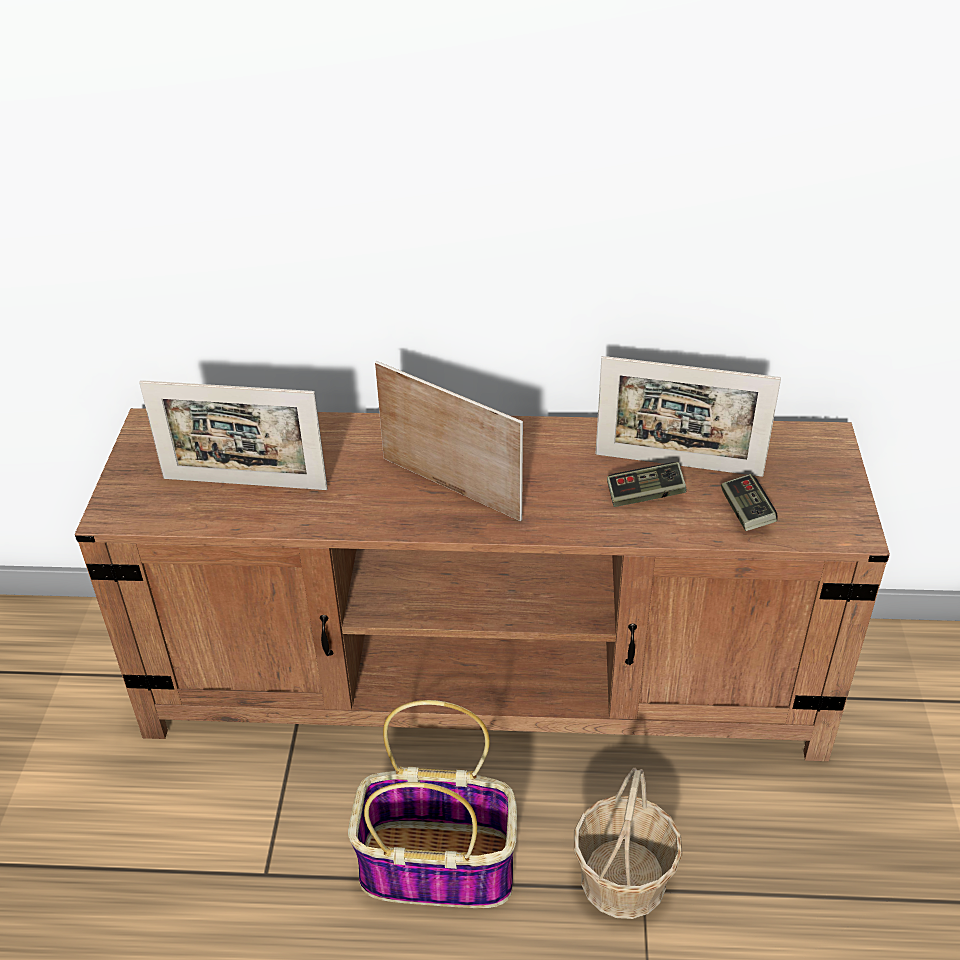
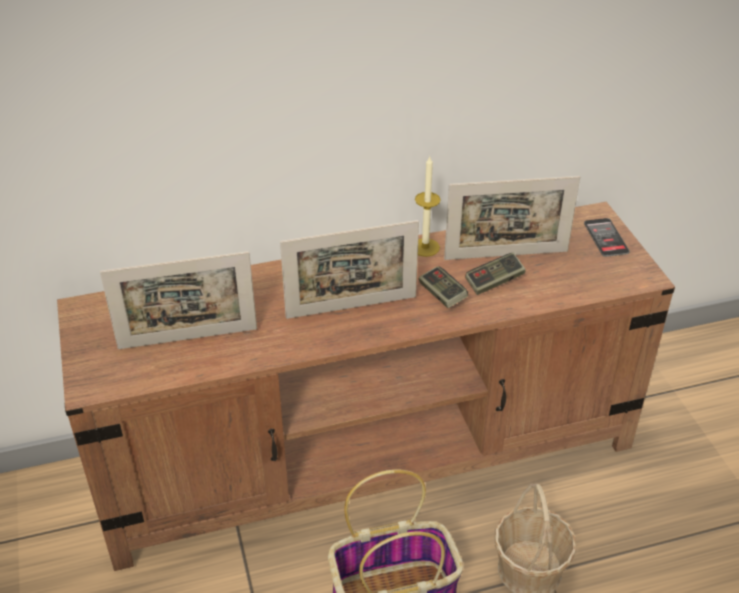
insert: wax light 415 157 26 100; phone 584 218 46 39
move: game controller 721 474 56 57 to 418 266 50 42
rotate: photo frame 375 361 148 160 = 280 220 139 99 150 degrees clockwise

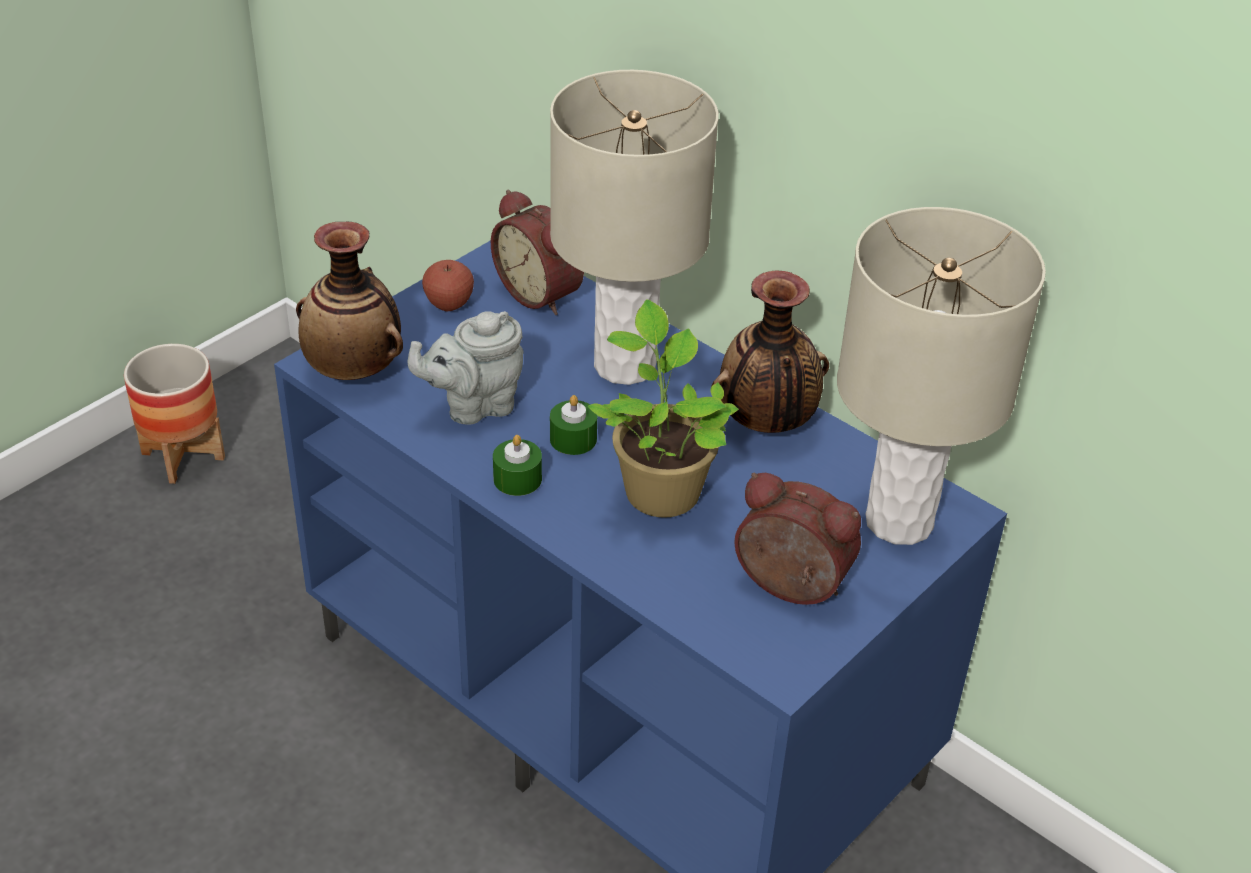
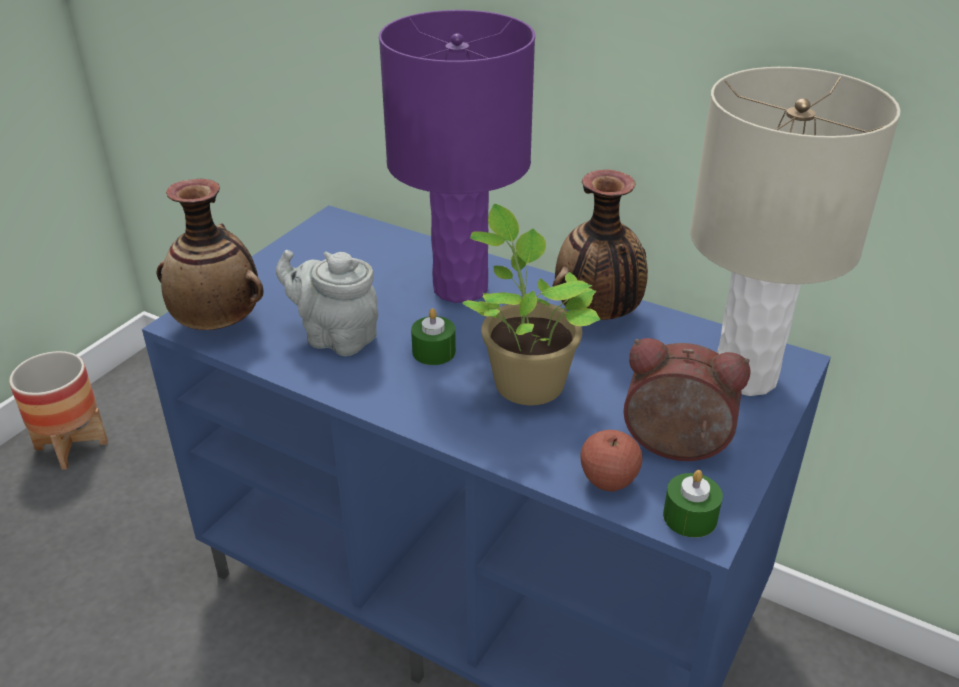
delete: bedside clock 491 189 93 126
move: apple fruit 422 260 52 52 to 580 430 62 62; wax light/green-coloured 493 435 49 61 to 663 470 60 68
recolor: tabletop lamp/sand-coloured 550 70 169 315 to tabletop lamp/purplish 379 10 156 293
rotate: tea pot/greyish 407 311 117 114 = 276 250 103 106 60 degrees clockwise

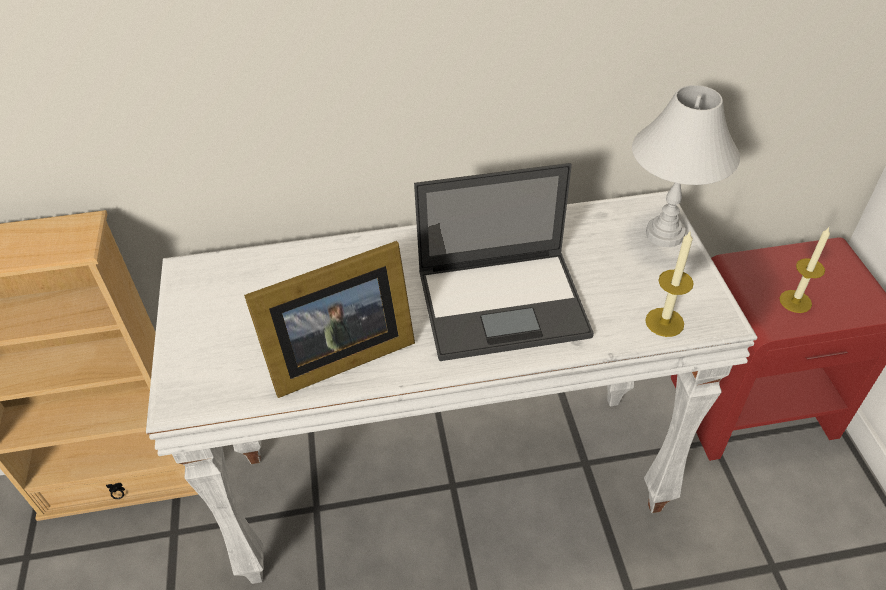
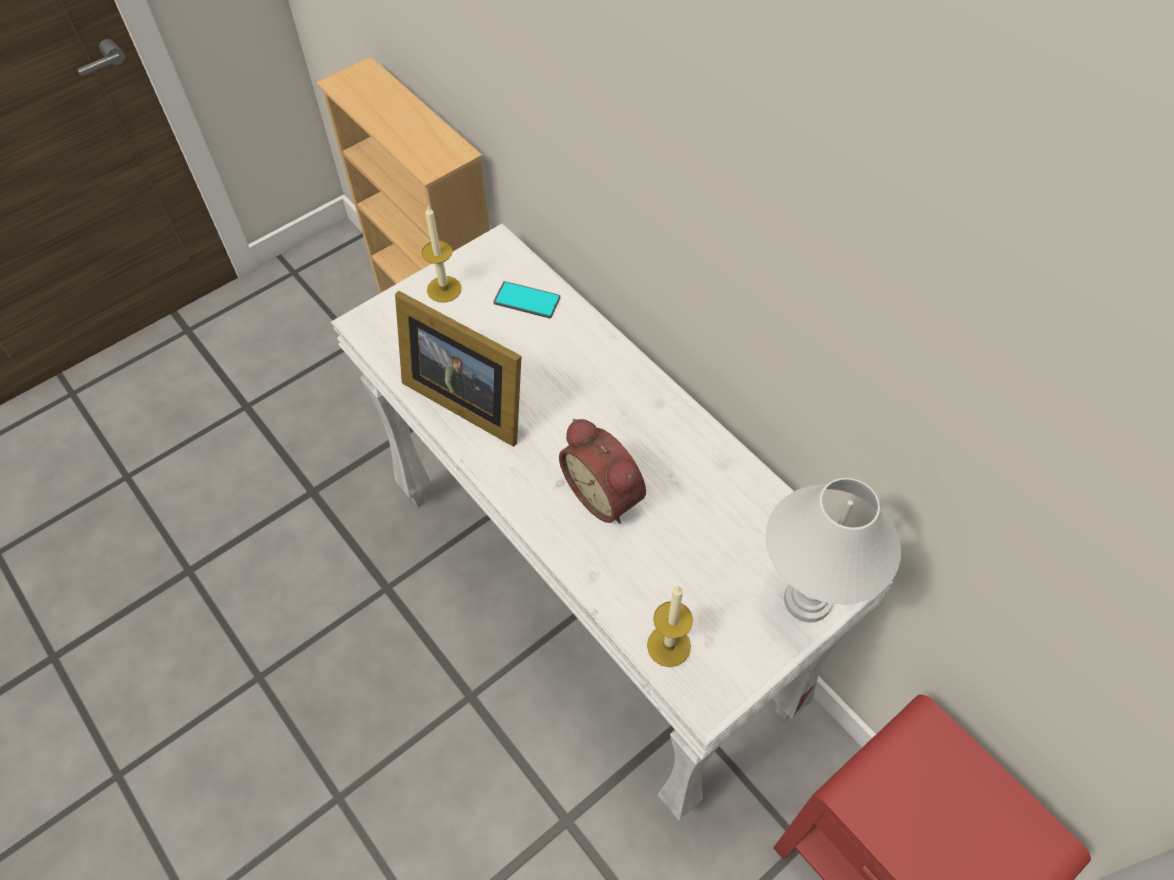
insert: phone 493 281 67 37
move: wax light 779 228 51 85 to 421 206 41 96
replace: portable computer 414 163 180 198 to bedside clock 559 419 87 105

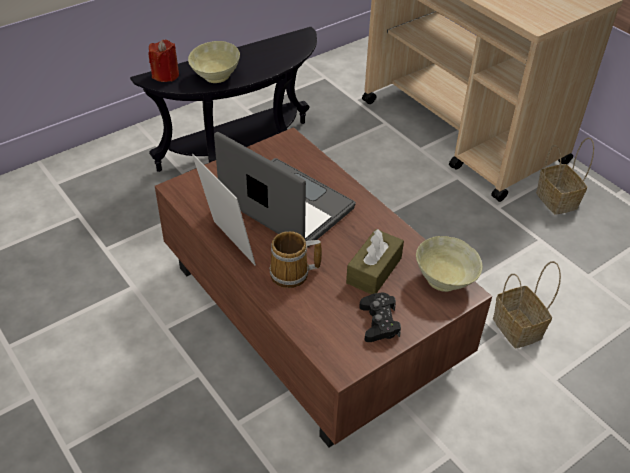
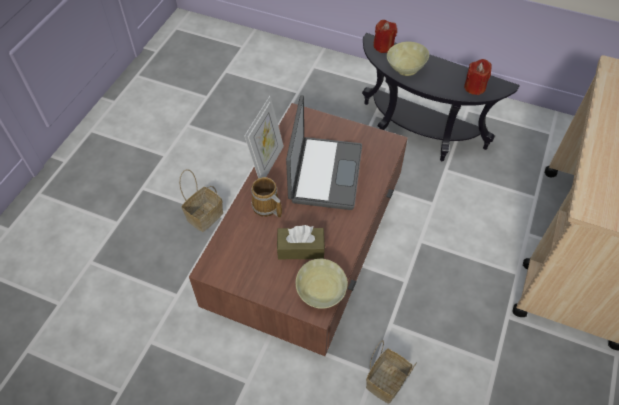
delete: game controller/blackish 359 292 42 50
insert: wax light/reddish 464 59 27 36
move: storage basket 536 137 58 78 to 179 169 44 63

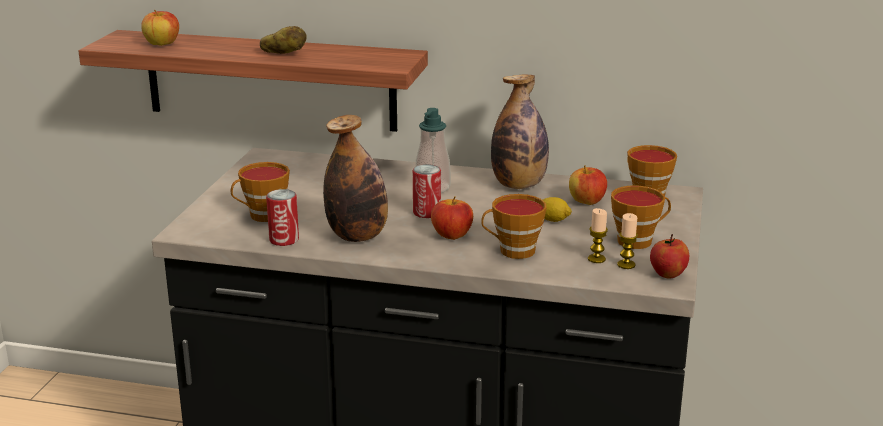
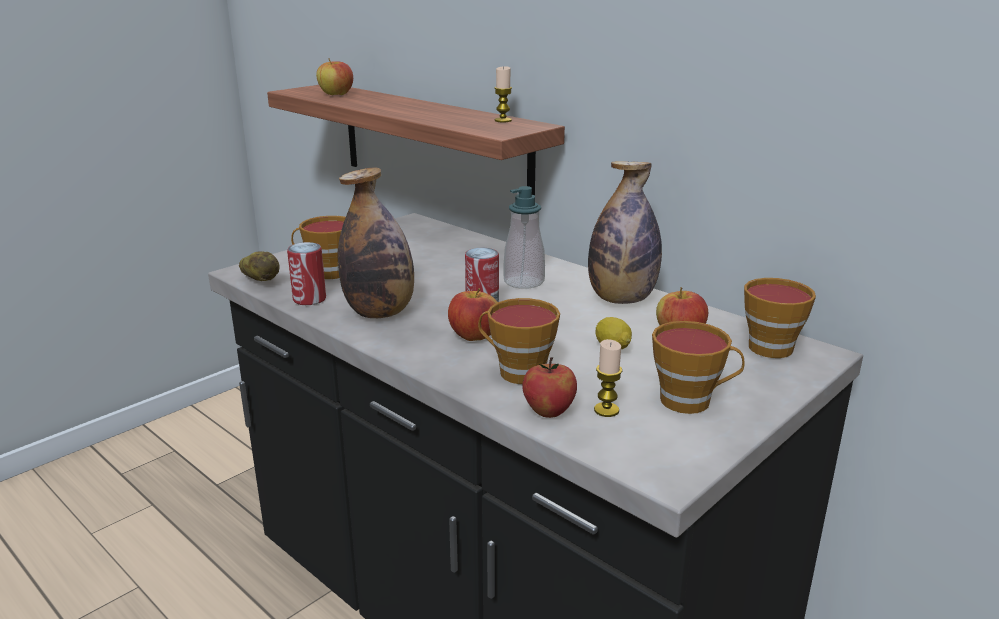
move: potato 260 26 47 28 to 239 251 41 30; wax light 617 213 21 56 to 494 66 18 56; apple fruit 650 234 39 45 to 522 357 55 61

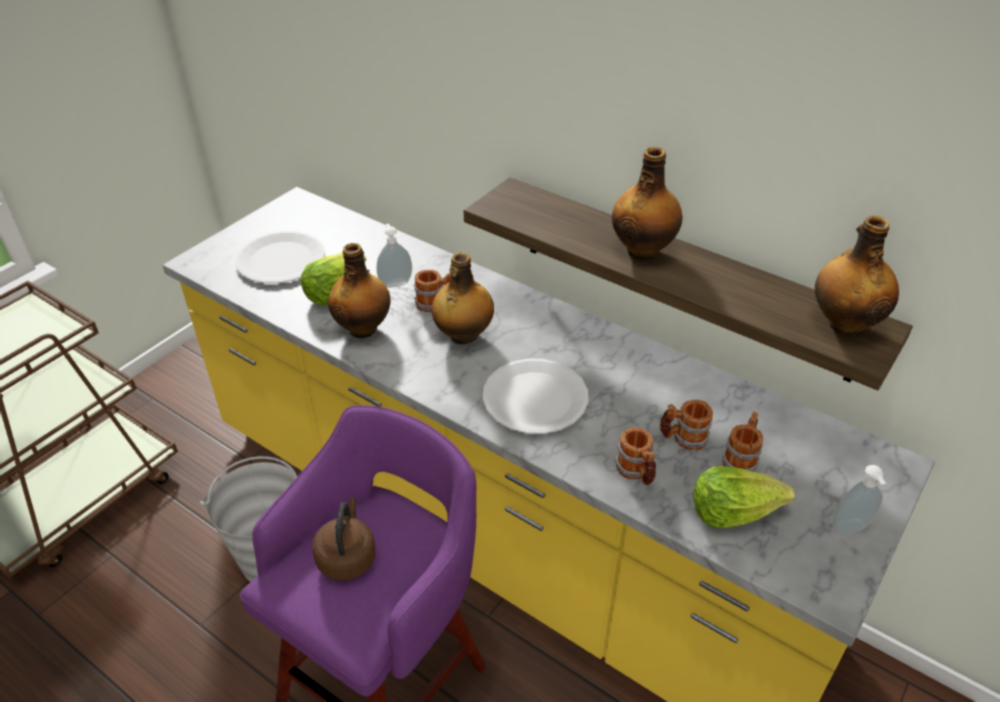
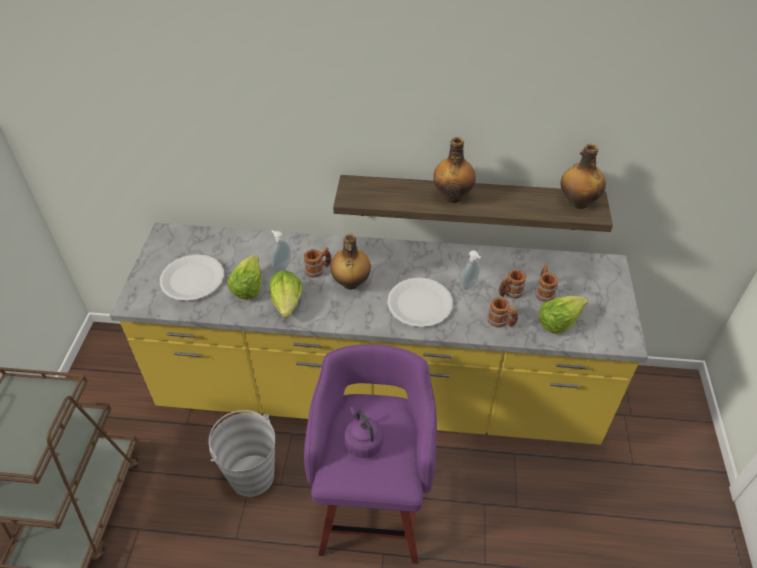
move: liquid soap bottle 832 465 54 69 to 461 250 20 40
replace: beverage bottle 328 243 62 95 to head of lettuce 270 270 32 48
recolor: tea kettle/brownish 313 497 63 84 to tea kettle/purplish 345 406 38 52

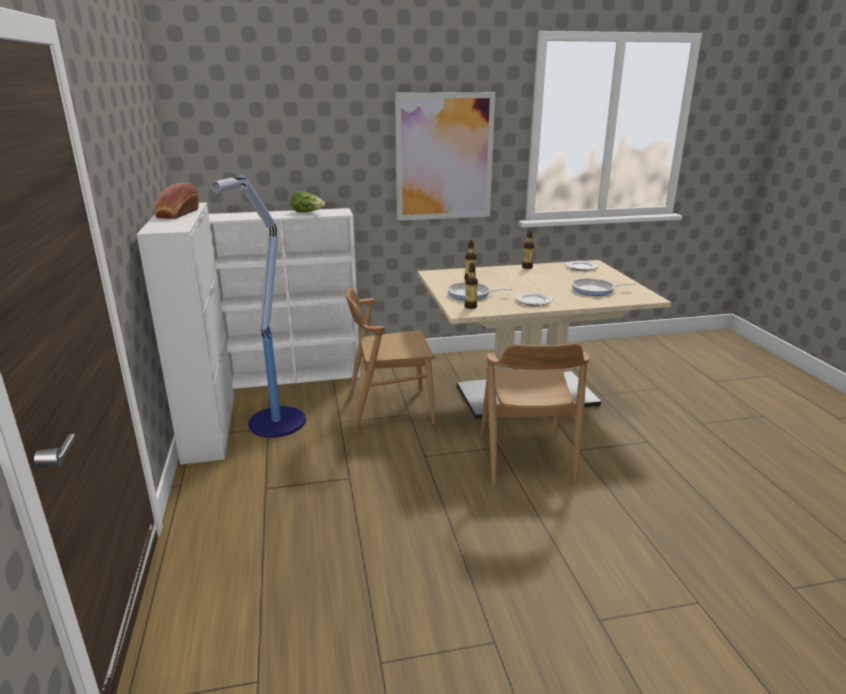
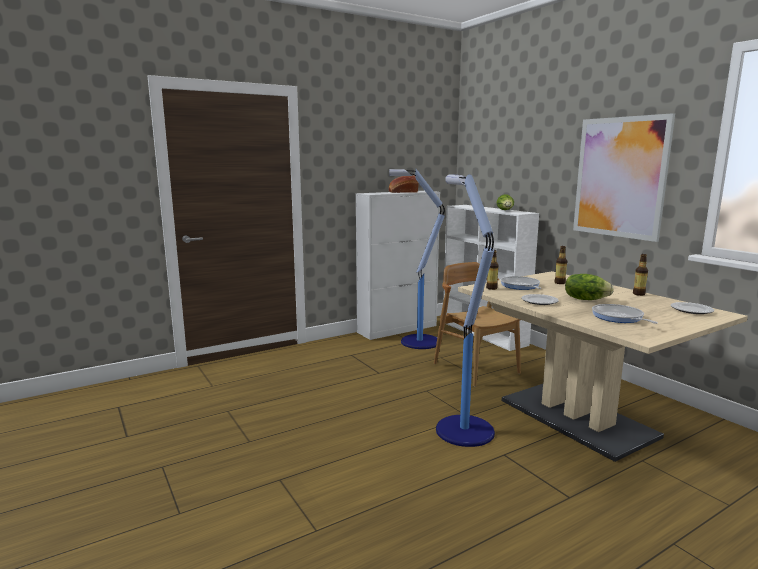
insert: head of lettuce 565 274 49 26
replace: plain chair/brownish 480 343 110 143 to standard lamp 436 174 59 273

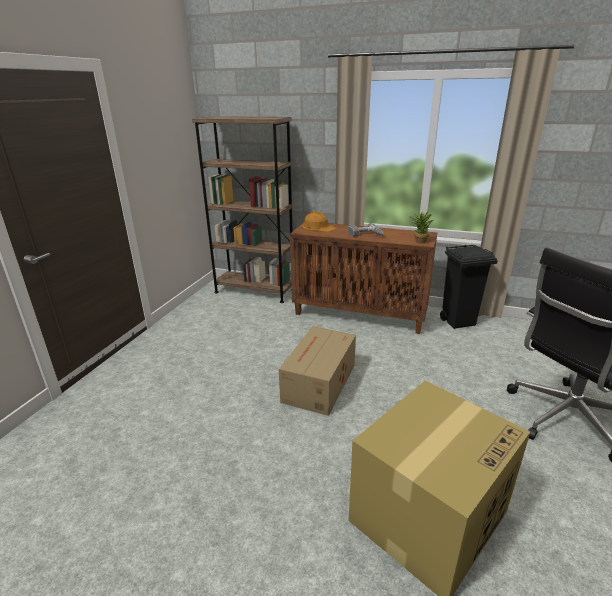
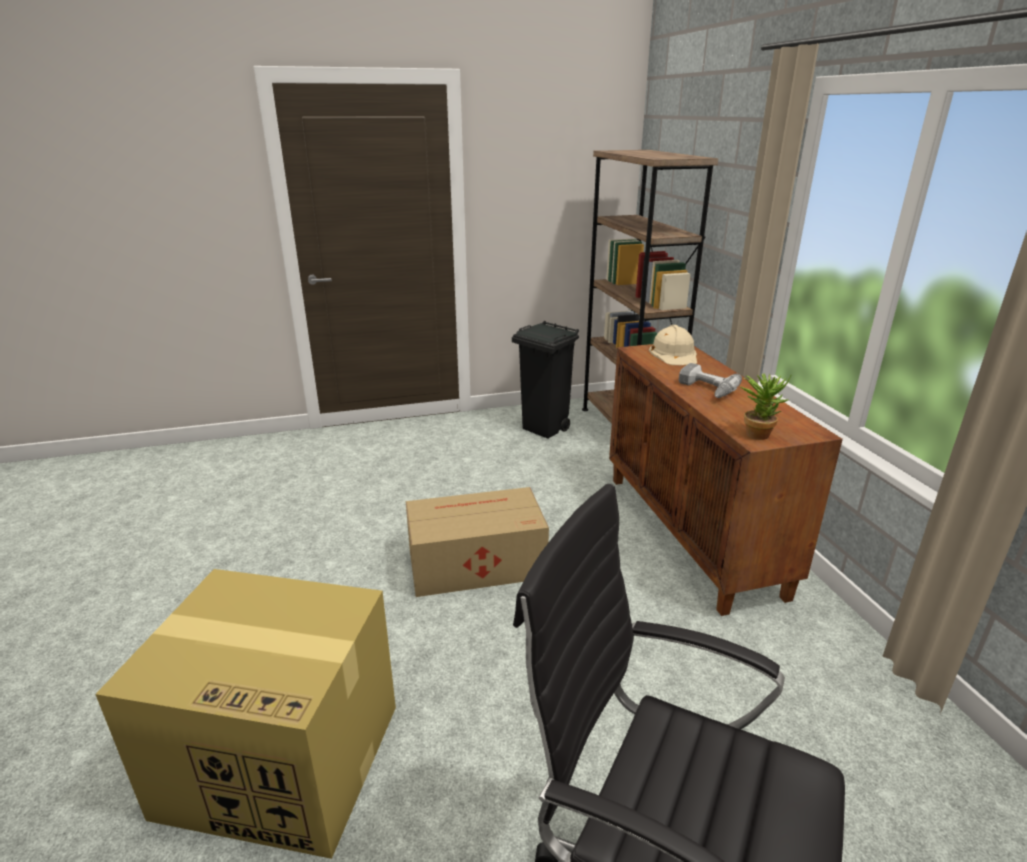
move: rubbish bin/blackish 440 245 58 84 to 512 321 67 118
recolor: work helmet/orange-coloured 302 211 34 21 to work helmet/sand-coloured 649 325 48 41

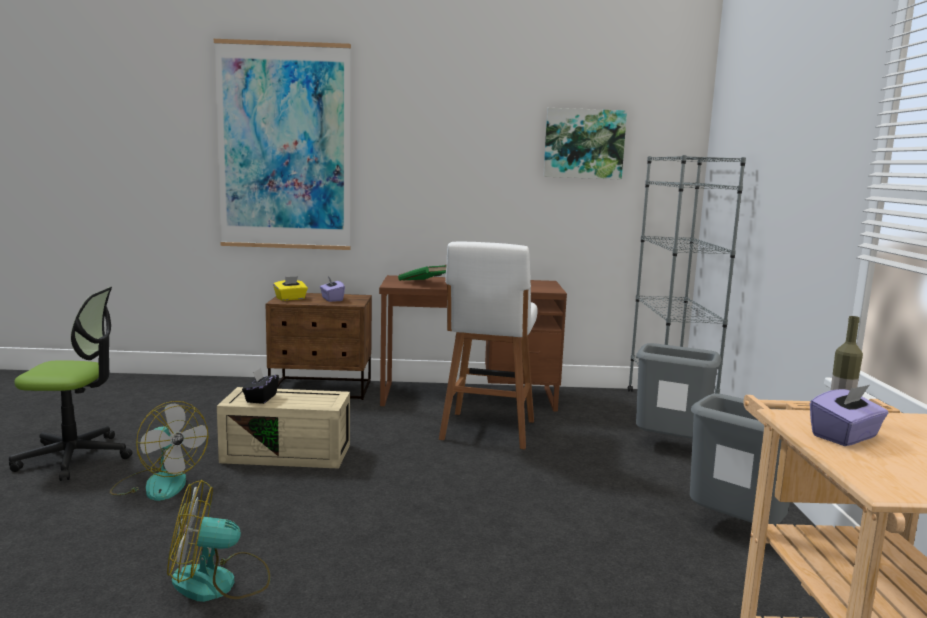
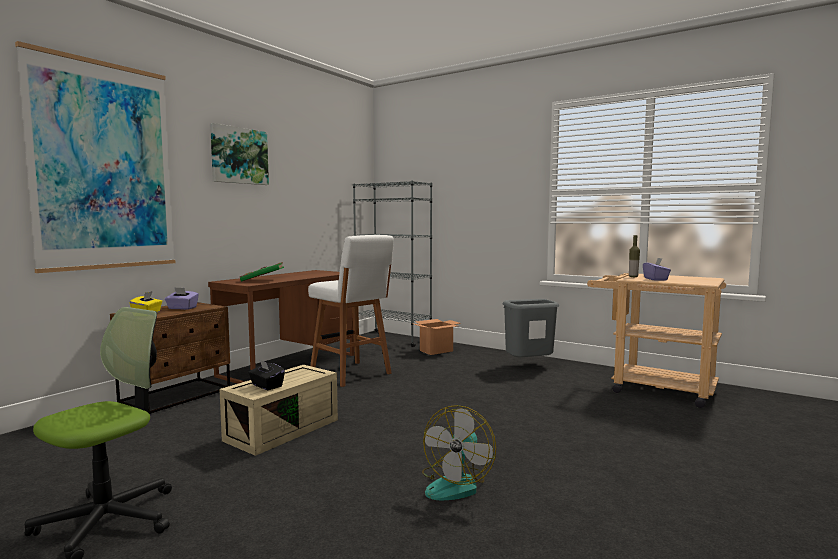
delete: cooling fan 110 401 99 100
move: picture 543 108 84 72 to 210 123 59 62
replace: rubbish bin/greyish 636 343 86 96 to packing box 414 319 46 36

